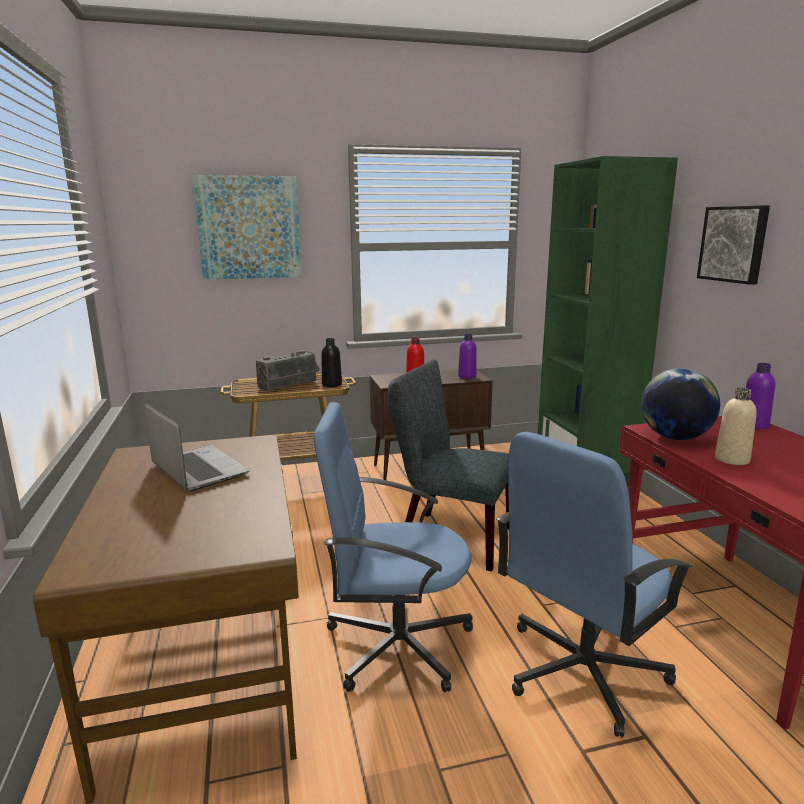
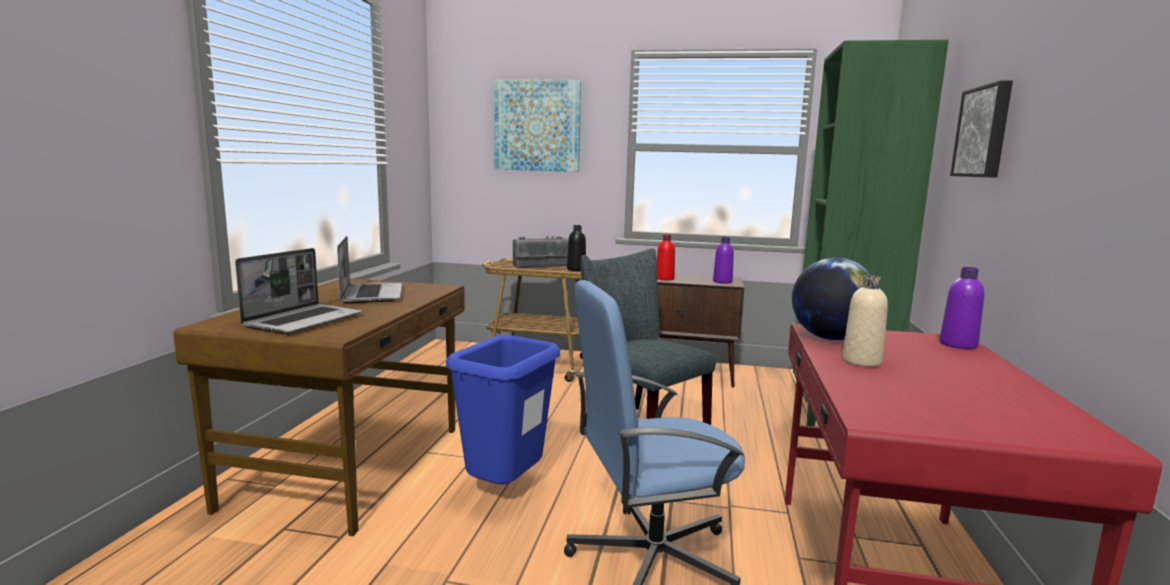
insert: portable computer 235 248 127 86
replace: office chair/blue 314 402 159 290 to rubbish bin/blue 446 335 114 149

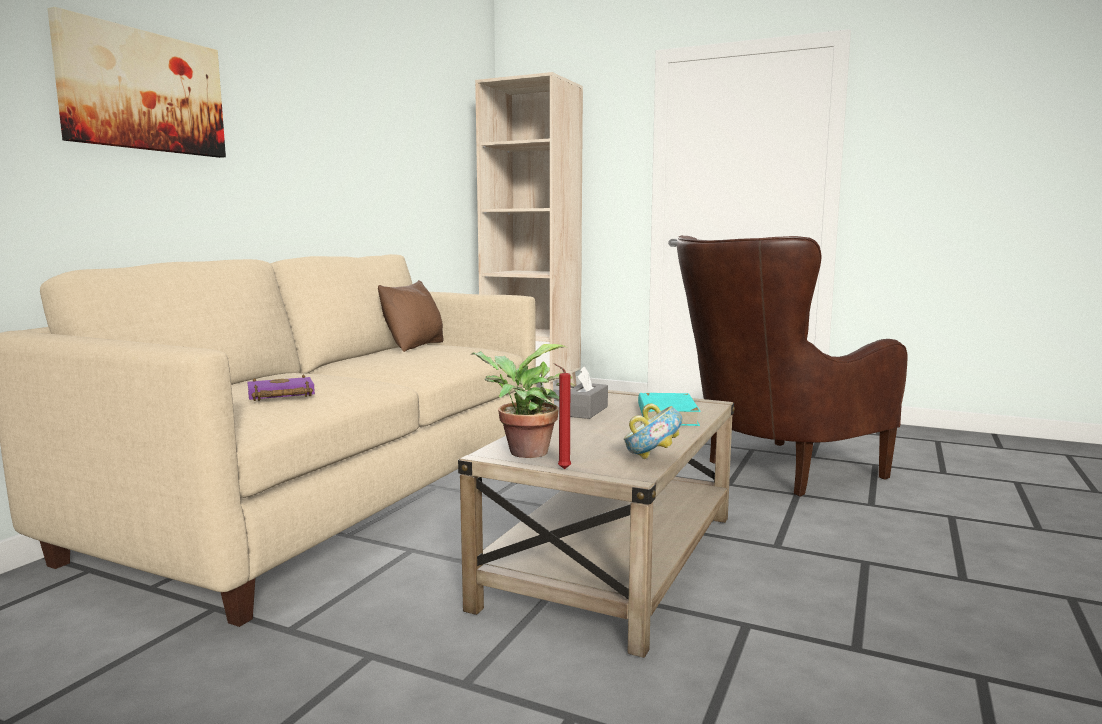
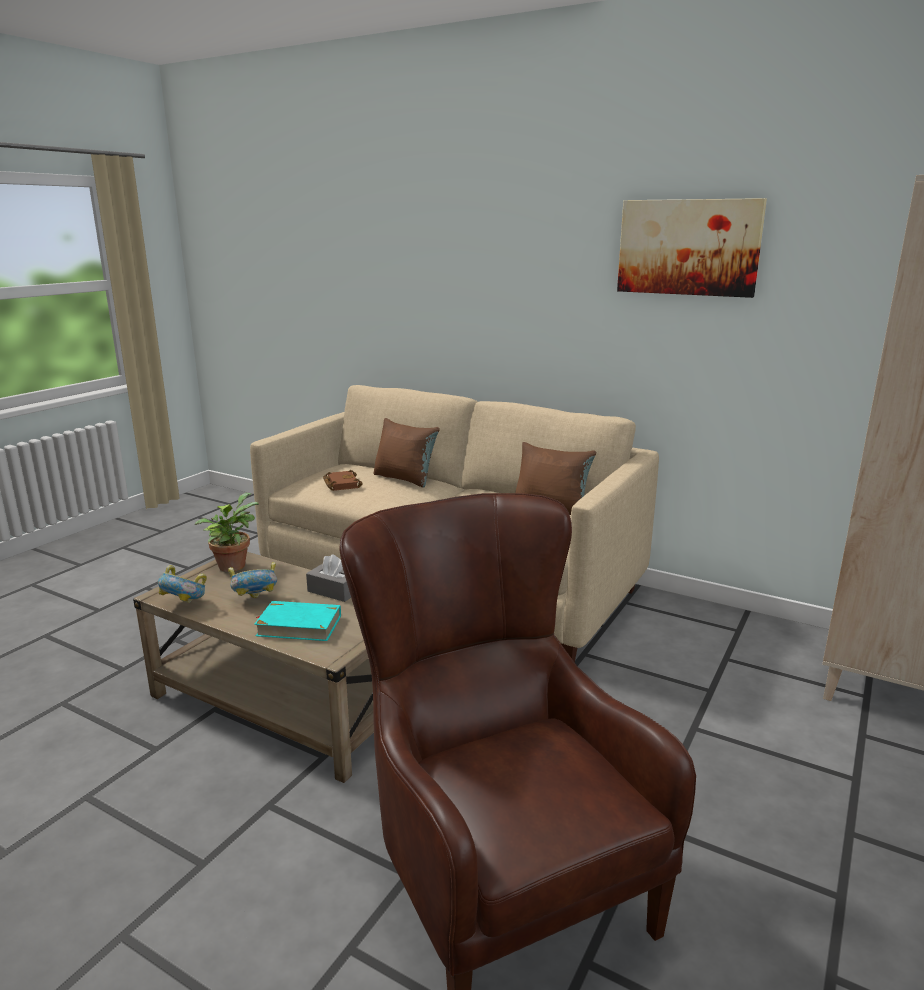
delete: wax light/reddish 553 363 18 106
insert: serving bowl 228 562 49 36; cushion/brownish 374 418 66 70
move: picture 47 7 179 151 to 617 198 150 100
recolor: volume/purplish 247 374 68 27 to volume/brownish 323 470 40 21

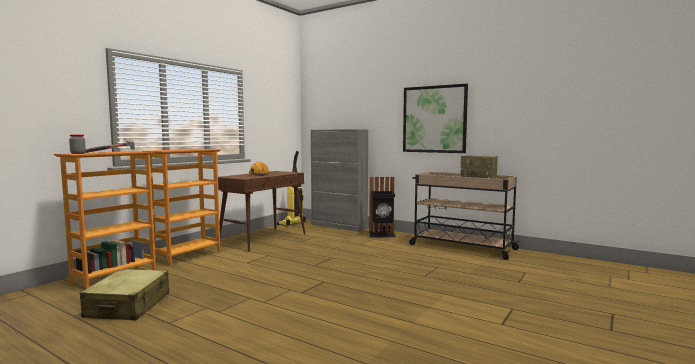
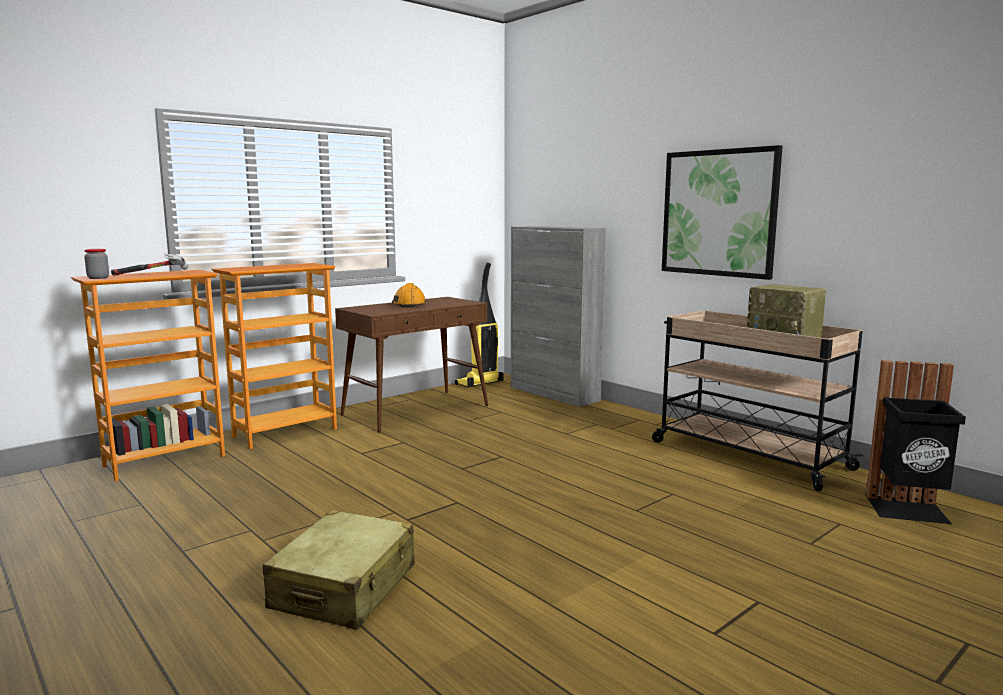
move: suitcase/sand-coloured 80 269 89 52 to 263 510 152 120; rubbish bin/blackish 369 177 27 60 to 866 360 100 164

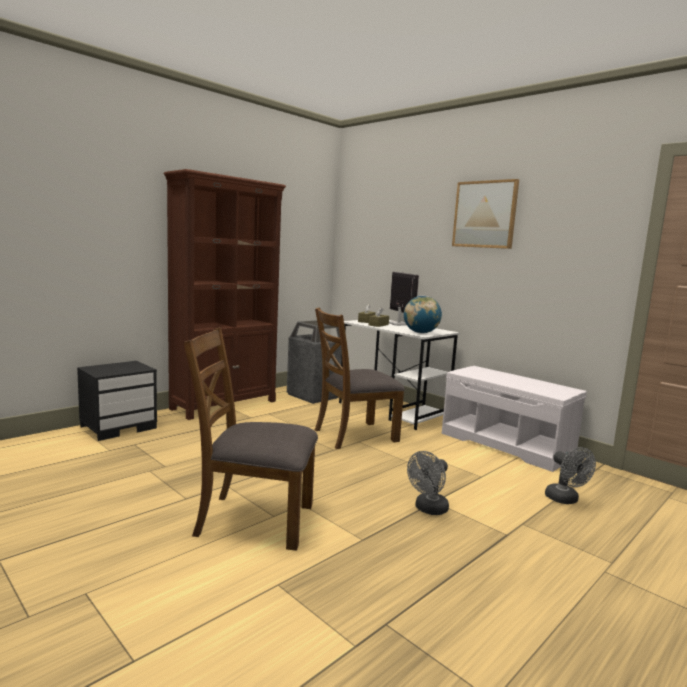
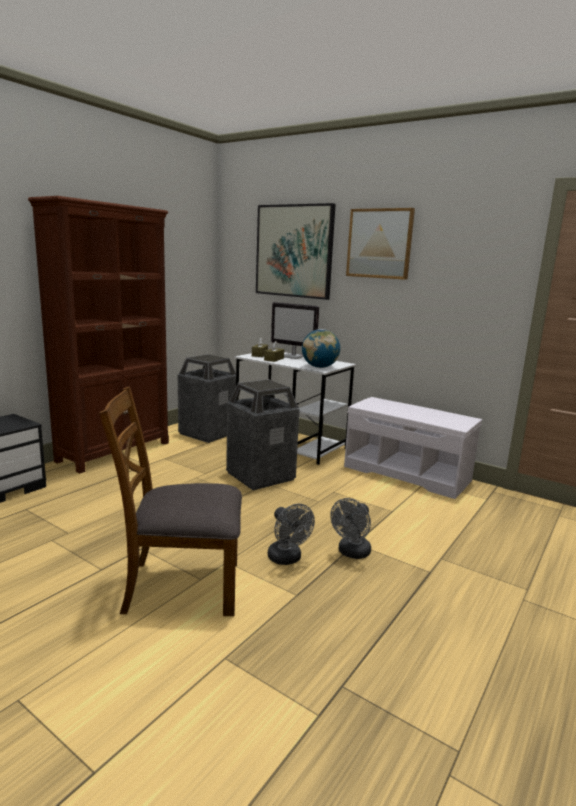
insert: picture 256 203 80 97
move: cooling fan/greyish 545 447 51 57 to 268 504 47 61
replace: plain chair/brownish 315 307 90 142 to rubbish bin 226 379 74 111
rotate: computer screen 389 272 30 54 = 271 302 48 57 150 degrees clockwise

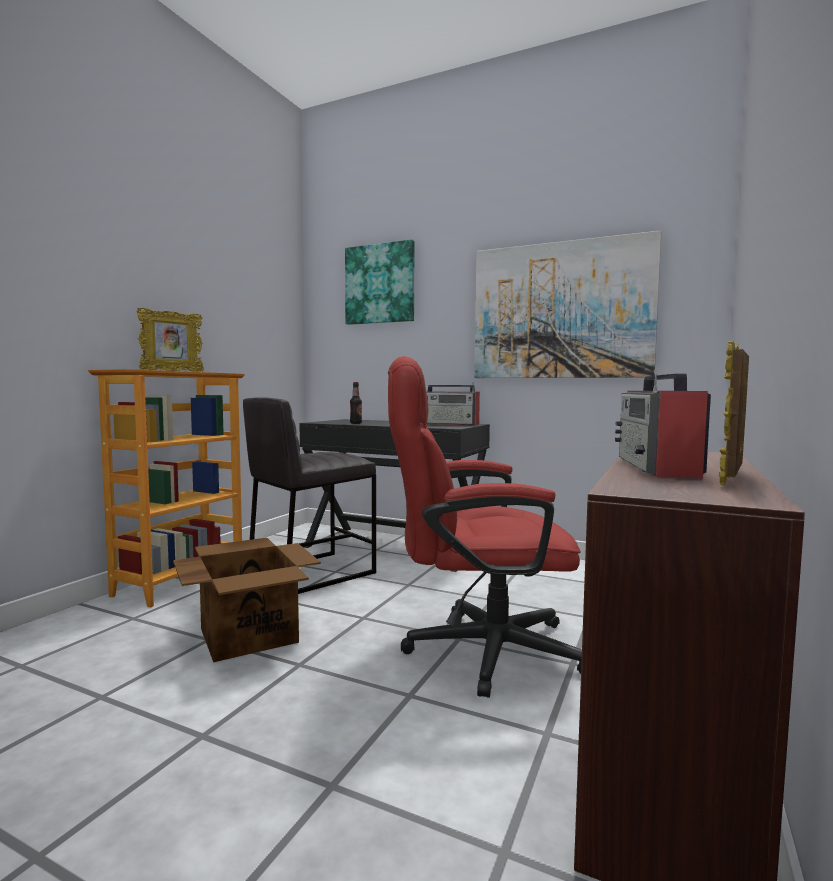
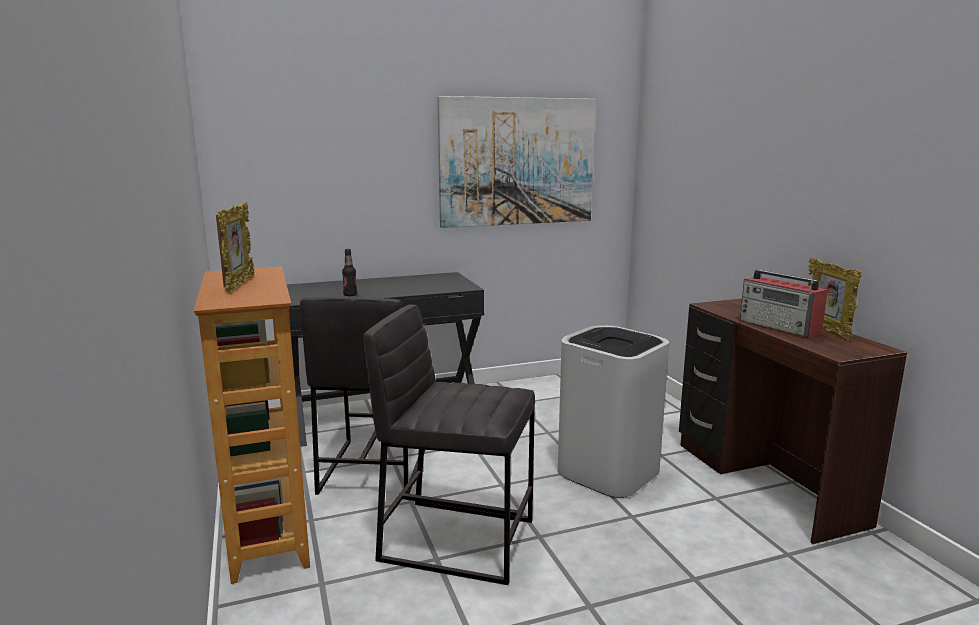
delete: picture 345 239 70 86; radio 422 382 58 43
replace: packing box 173 538 148 124 to sitting stool/greyish 363 304 172 281; office chair/reddish 388 356 194 342 to rubbish bin/white 558 325 111 173

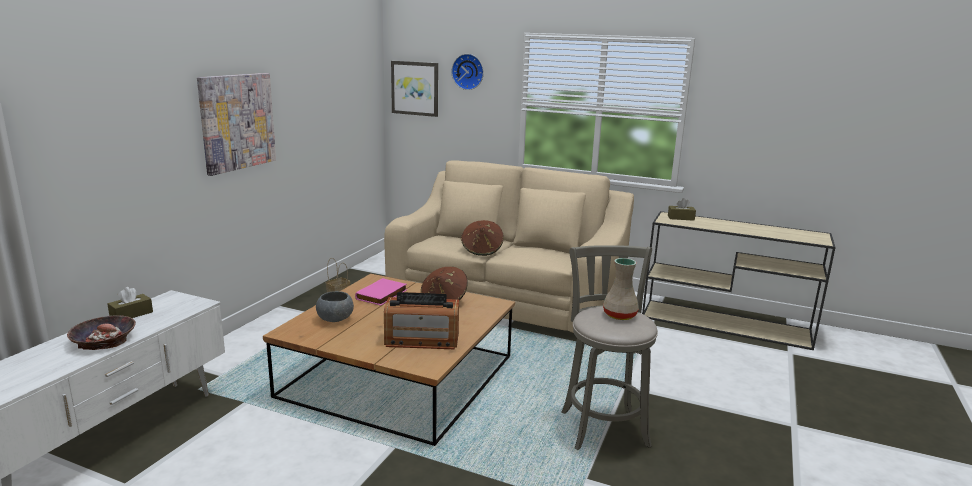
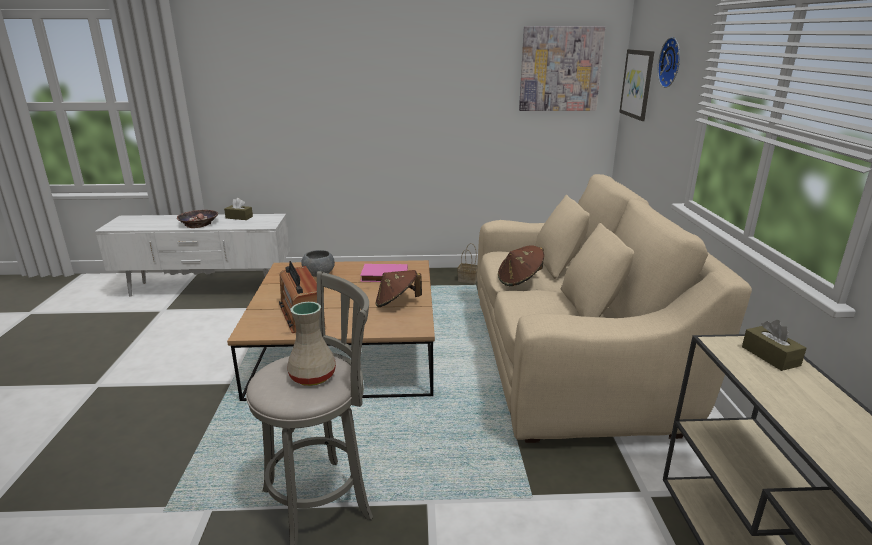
move: picture 197 73 79 103 to 519 26 86 85

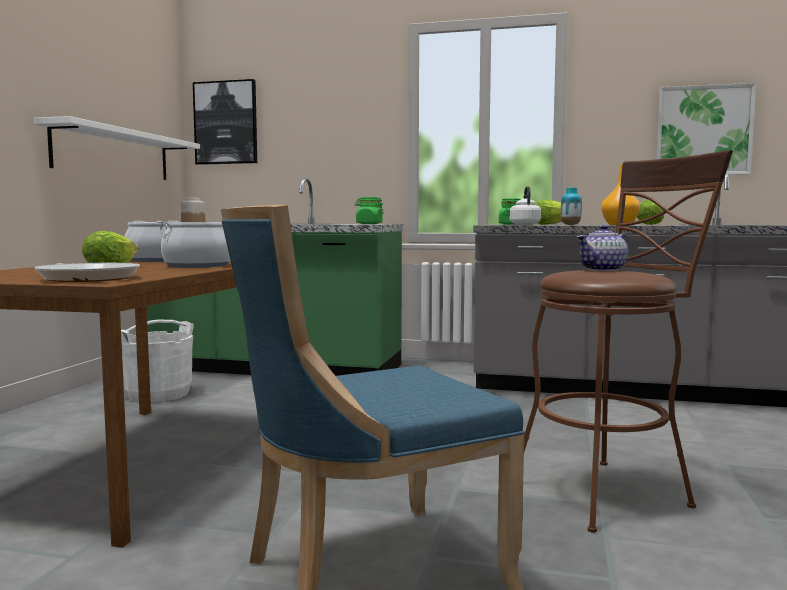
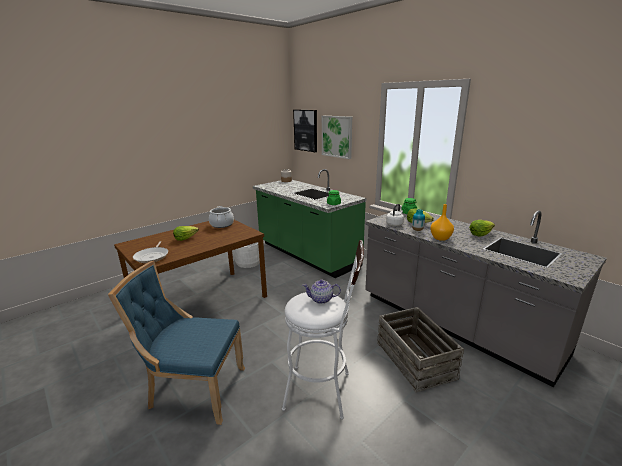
delete: shelf/white 34 116 166 64; saucepot 157 221 73 47
insert: packing crate 377 307 87 86
move: picture 656 83 100 92 to 322 116 30 43
recolor: sitting stool/brownish 524 150 209 383 to sitting stool/white 282 240 82 180

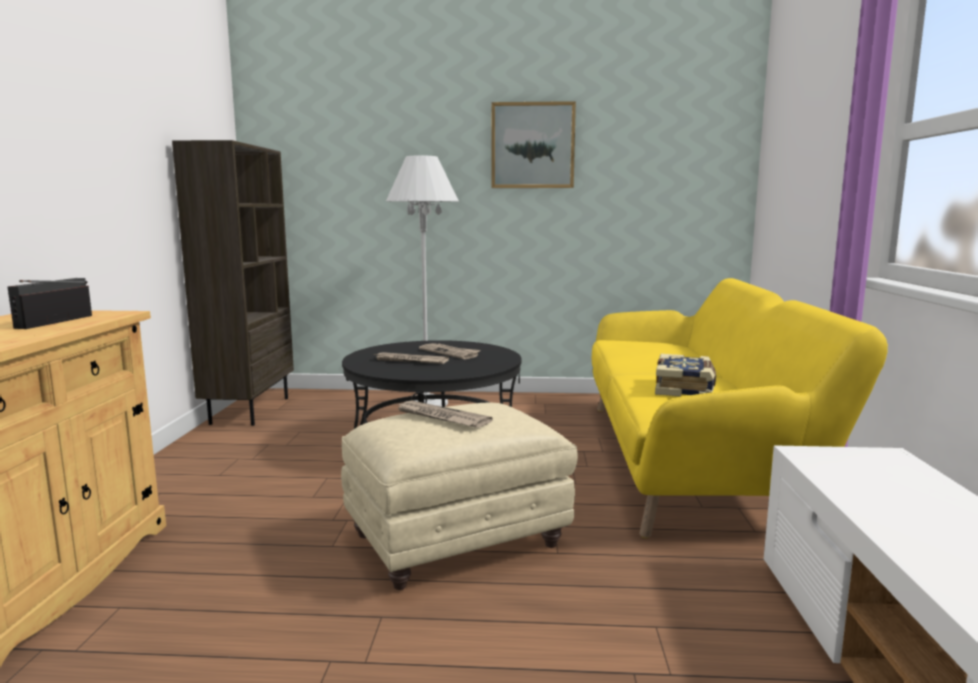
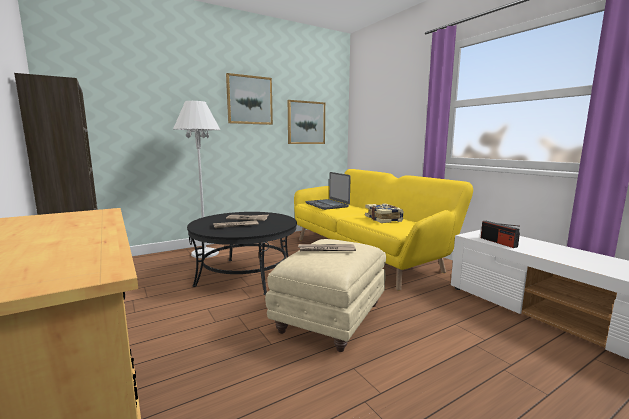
insert: picture 288 100 37 44; portable computer 306 172 45 38
move: radio 8 278 84 51 to 481 221 39 27

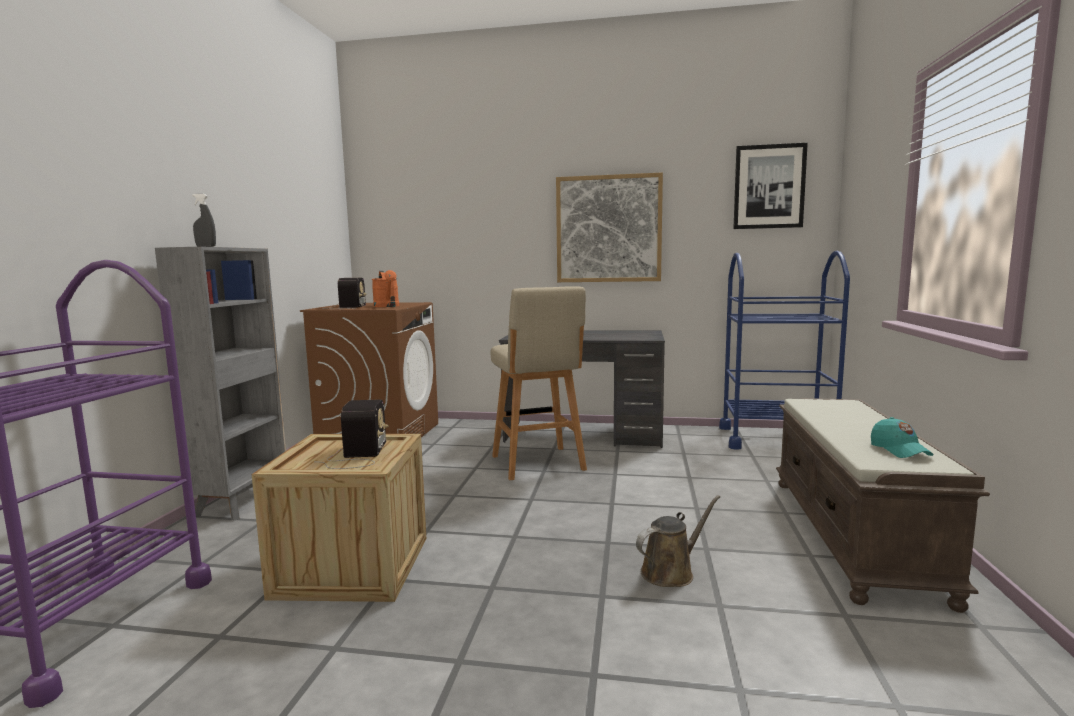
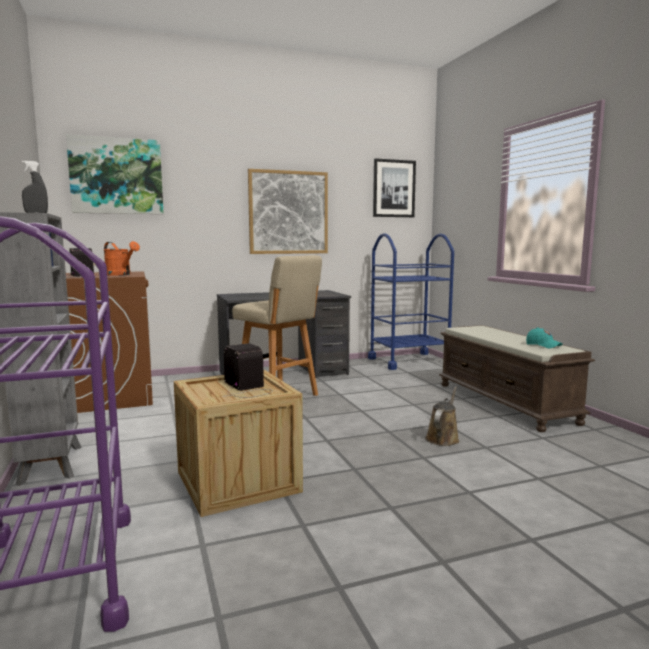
insert: picture 66 134 98 80

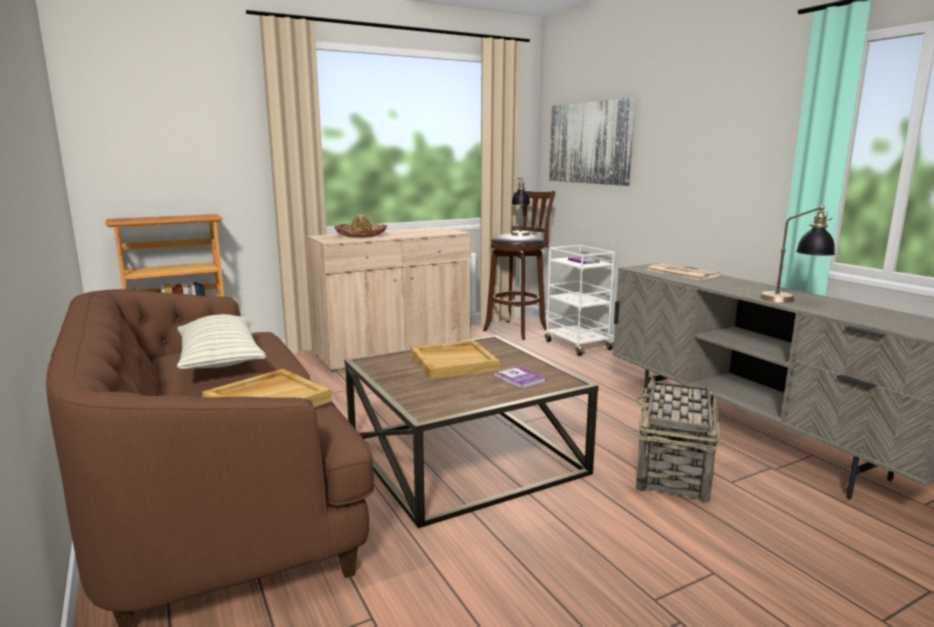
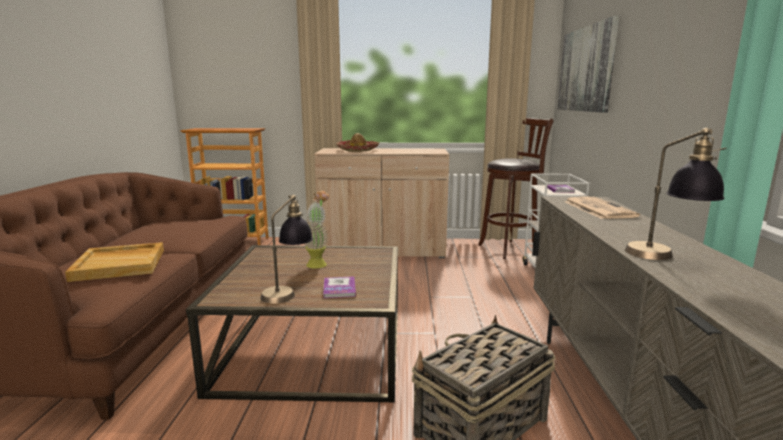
delete: cushion 177 314 89 55
move: tabletop lamp 511 177 19 59 to 261 195 52 109
replace: tray/sand-coloured 411 340 89 39 to plant in a pot 304 190 25 78

